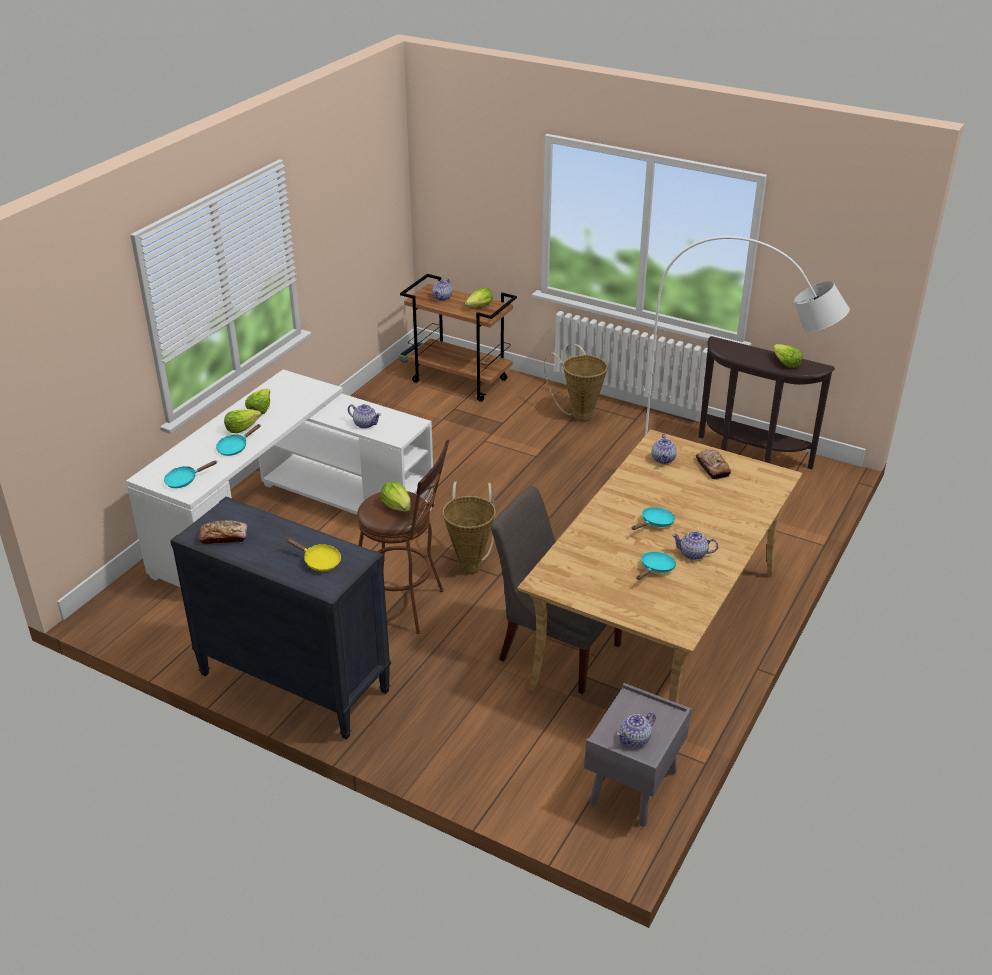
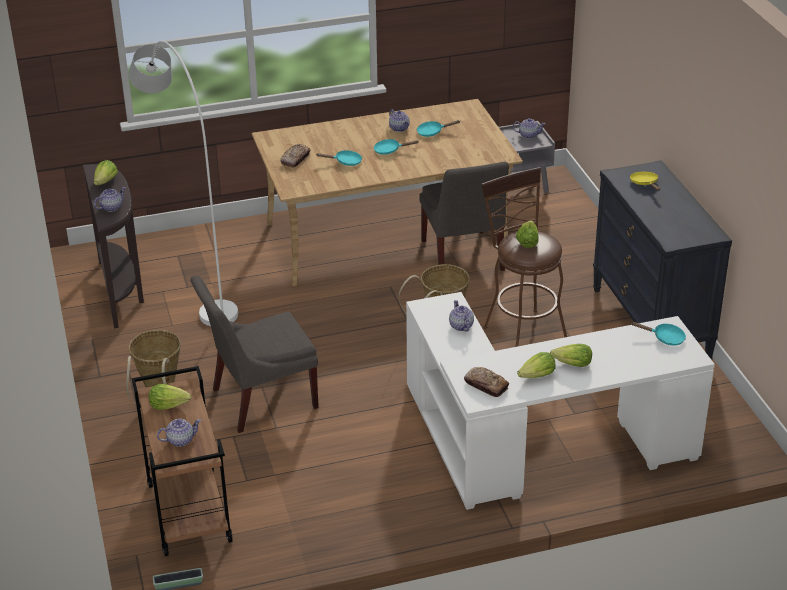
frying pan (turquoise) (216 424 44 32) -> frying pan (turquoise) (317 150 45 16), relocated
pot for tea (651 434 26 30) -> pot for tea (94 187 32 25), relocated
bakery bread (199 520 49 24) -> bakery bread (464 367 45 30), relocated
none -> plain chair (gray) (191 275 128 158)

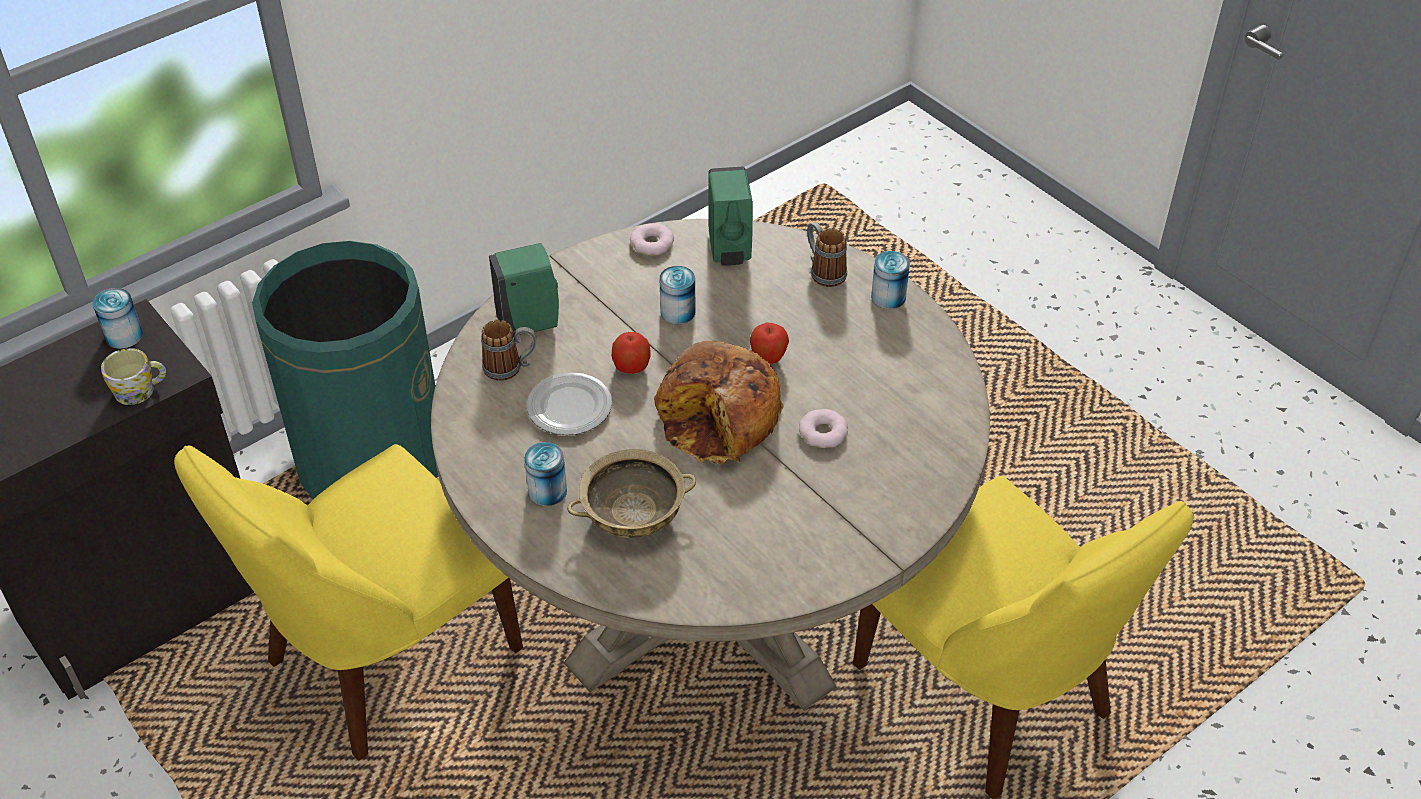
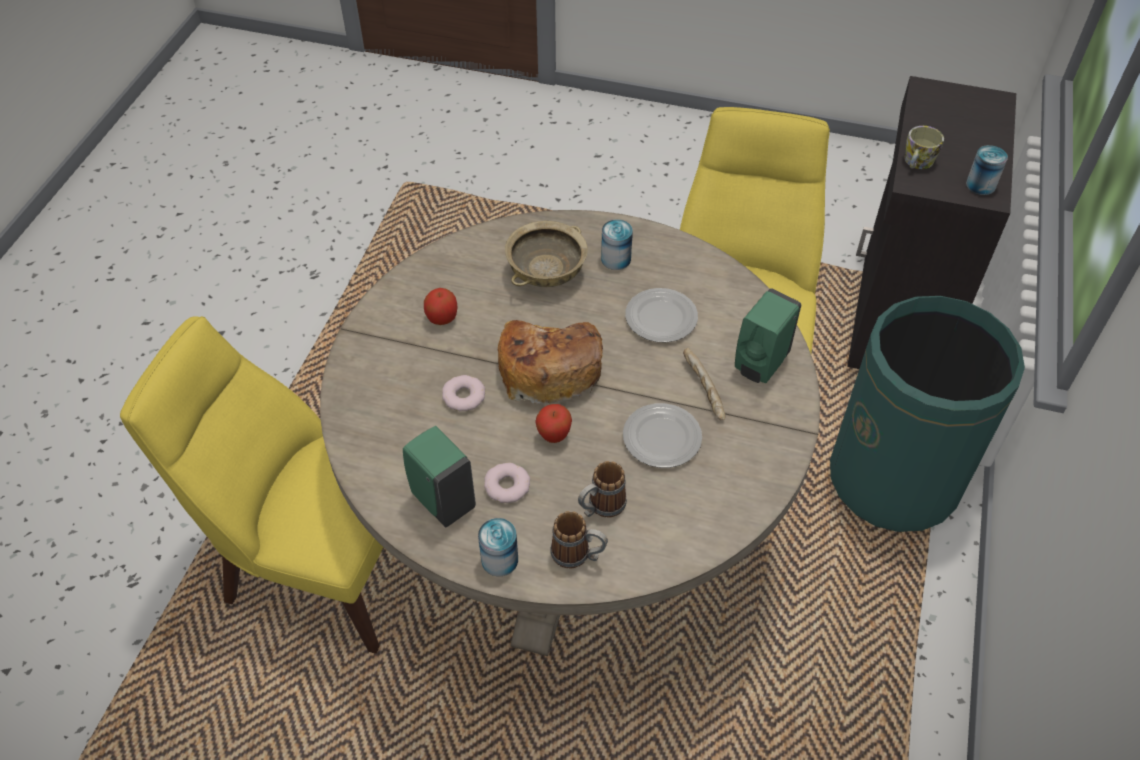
liquid soap bottle (greenish) (708 167 45 99) -> liquid soap bottle (greenish) (403 426 73 101), relocated
donut (630 223 44 33) -> donut (484 462 46 41), relocated
sealed can (659 266 37 58) -> flat dish (623 403 79 65)
tea mug (481 320 55 61) -> tea mug (578 461 49 57), relocated
apple fruit (612 332 39 42) -> apple fruit (424 288 34 37), relocated
none -> bakery bread (683 348 42 72)

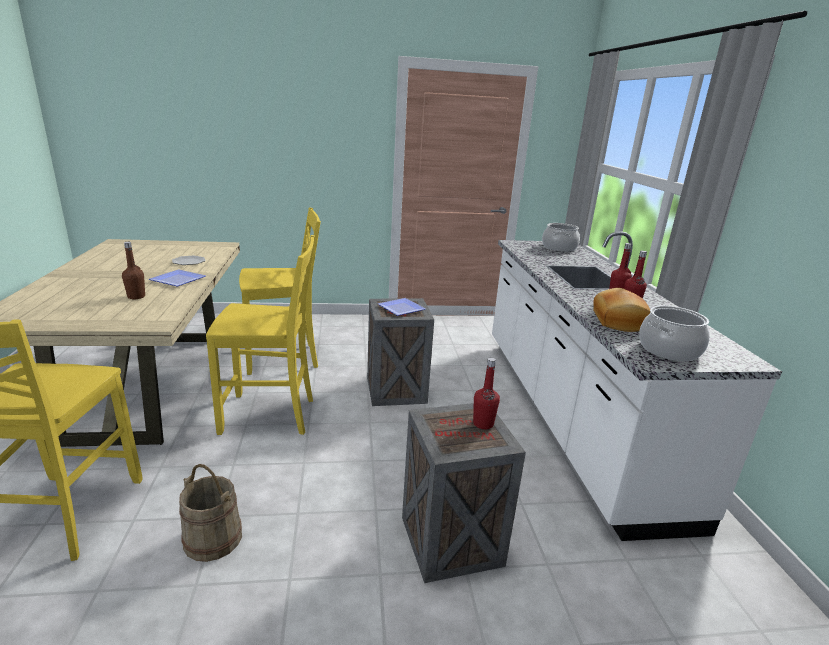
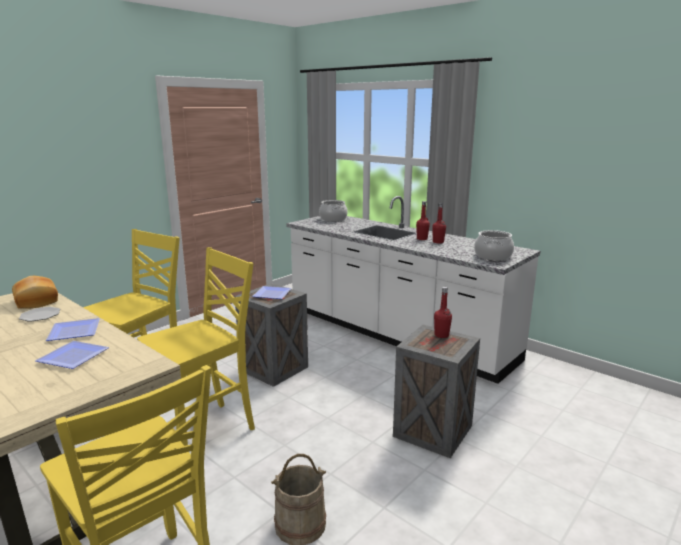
beverage bottle (brownish) (122 242 23 57) -> flat dish (35 341 74 28)
bakery bread (593 288 57 44) -> bakery bread (12 276 46 33), relocated

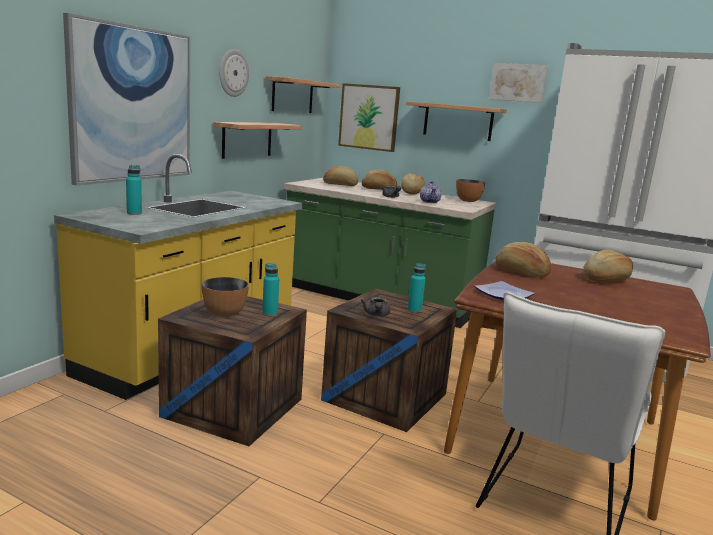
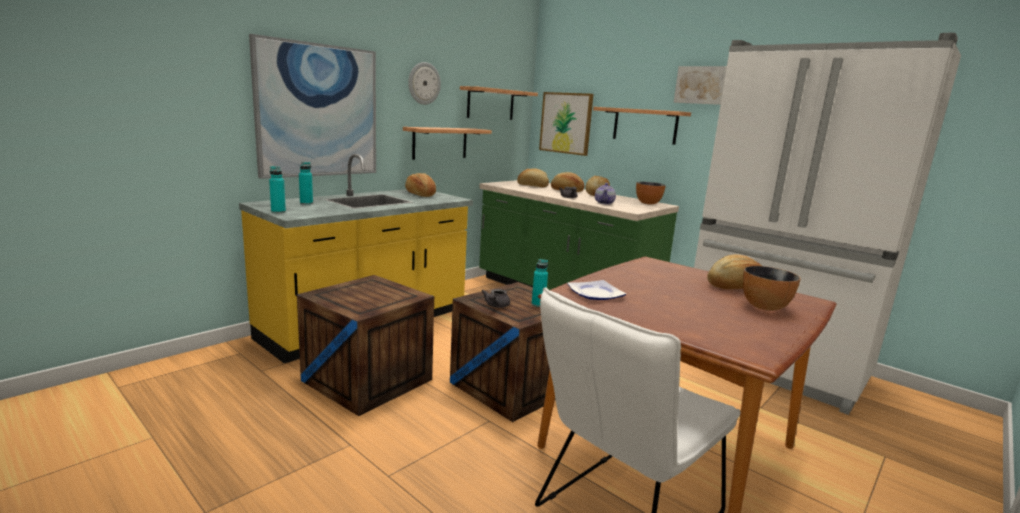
bakery bread (496 242 55 35) -> bakery bread (405 173 31 24), relocated
beverage bottle (turquoise) (262 263 17 53) -> beverage bottle (turquoise) (269 166 17 47), relocated
serving bowl (202 277 47 40) -> serving bowl (743 266 58 45), relocated

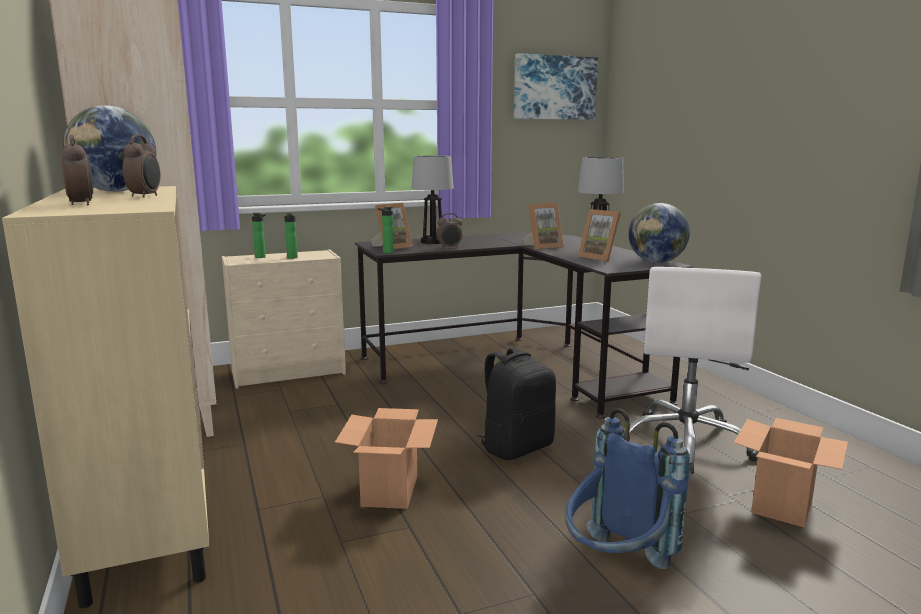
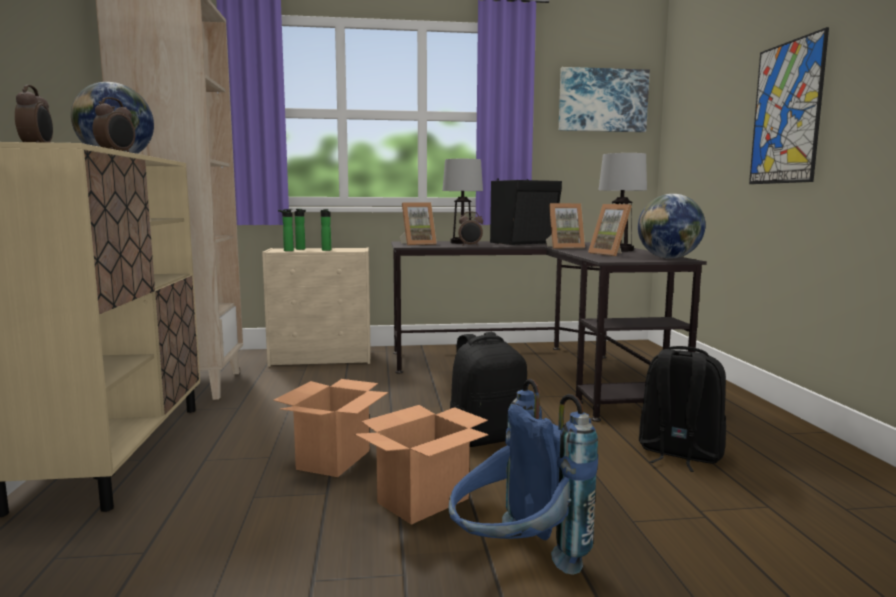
beverage bottle (377 207 17 46) -> beverage bottle (278 209 16 42), relocated
desk chair (white-coloured) (629 267 132 207) -> knapsack (black) (639 346 87 126)
cardboard box (734 418 114 110) -> cardboard box (354 405 134 120), relocated
none -> wall picture (749 27 80 157)
none -> loudspeaker (black) (490 178 72 67)

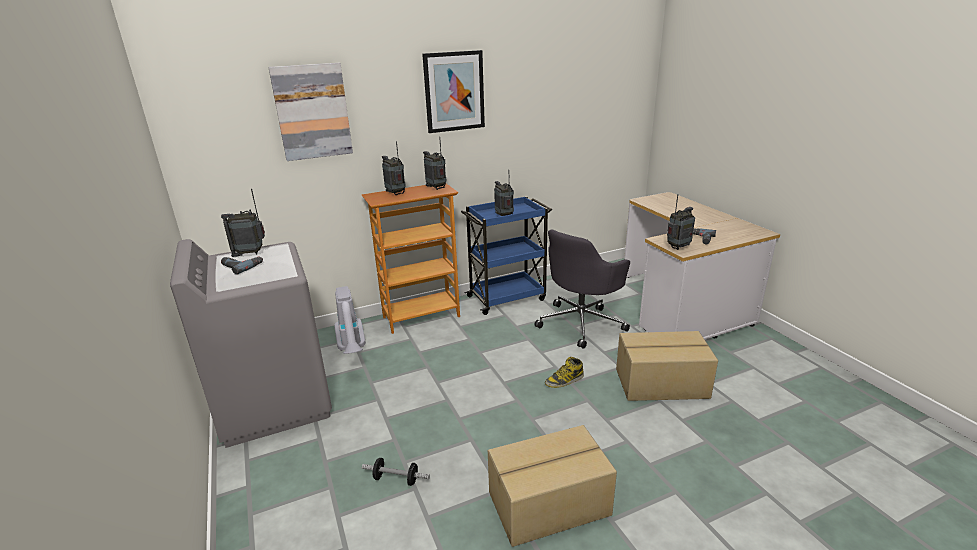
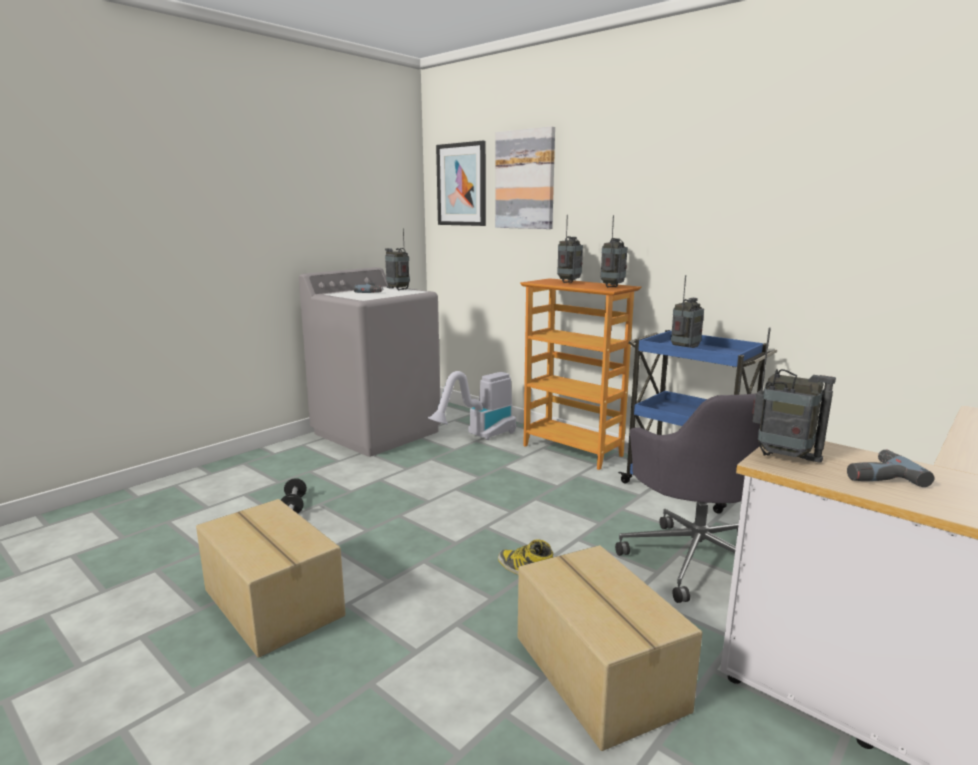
wall picture (422 50 63 83) -> wall picture (436 141 50 85), relocated
desk chair (gray) (534 229 96 120) -> desk chair (gray) (615 394 145 209), 120 degrees counterclockwise

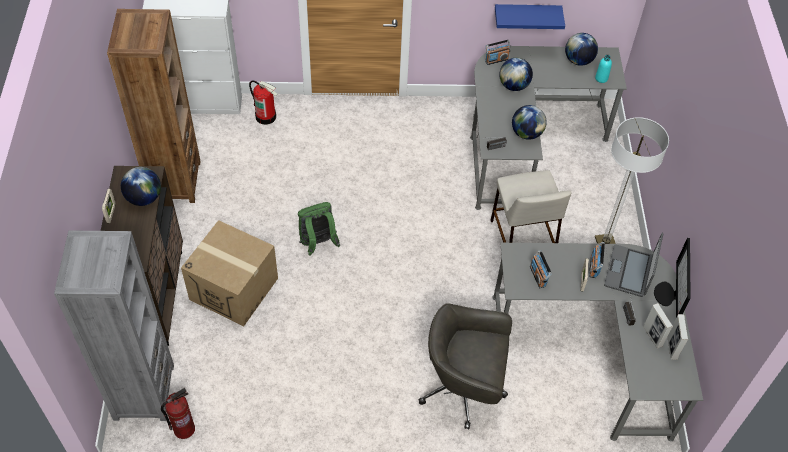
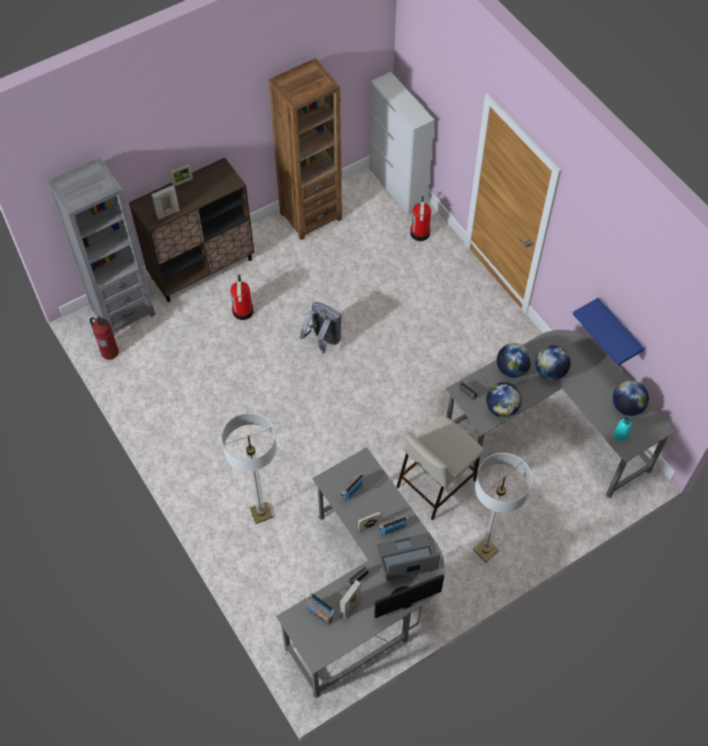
radio (485 40 25 25) -> radio (307 593 28 32), relocated
world globe (121 167 40 39) -> world globe (497 343 35 35), relocated
knapsack (greenish) (298 202 42 54) -> knapsack (gray) (300 302 42 51)
cardboard box (181 220 97 106) -> fire extinguisher (230 275 23 45)
desk chair (gray) (419 303 93 126) -> standard lamp (222 413 55 111)
picture frame (667 314 21 46) -> picture frame (151 185 29 35), relocated

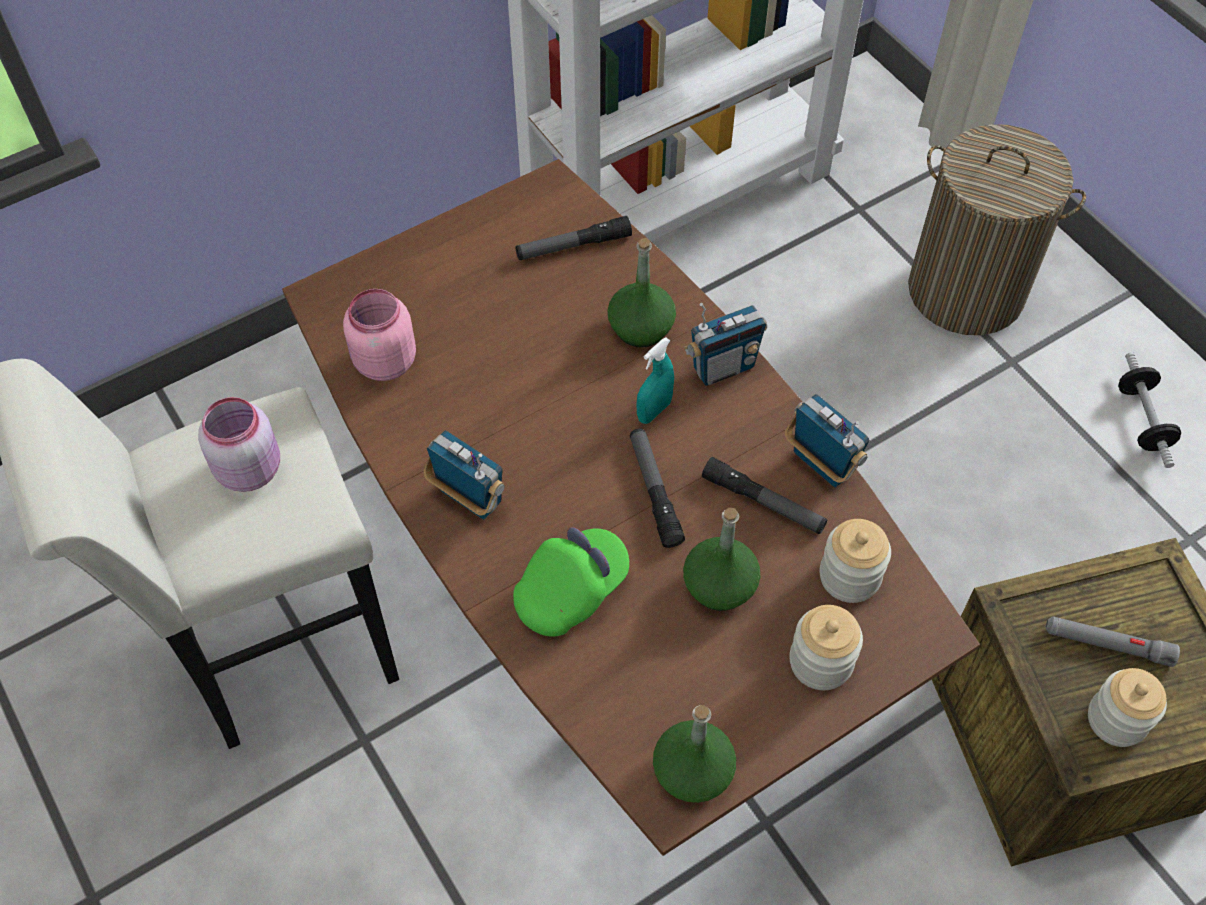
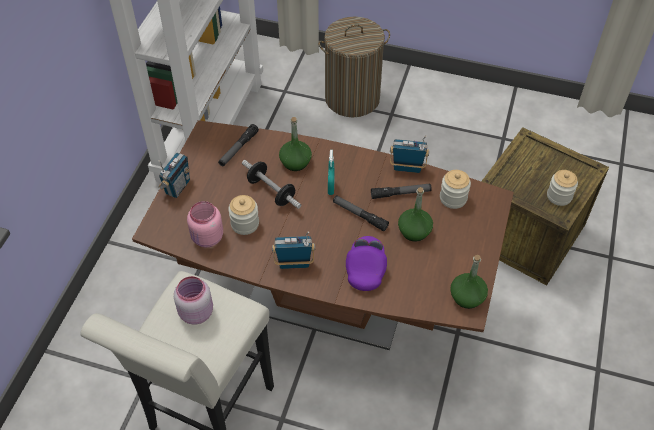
radio (684 303 83 83) -> radio (158 153 32 45), relocated
free weight (1118 352 63 116) -> free weight (242 160 59 49), relocated
cap (greenish) (513 527 116 109) -> cap (purplish) (346 236 41 55)
jar (789 605 74 85) -> jar (228 195 31 40), relocated
hand torch (gray) (1046 616 134 51) -> none

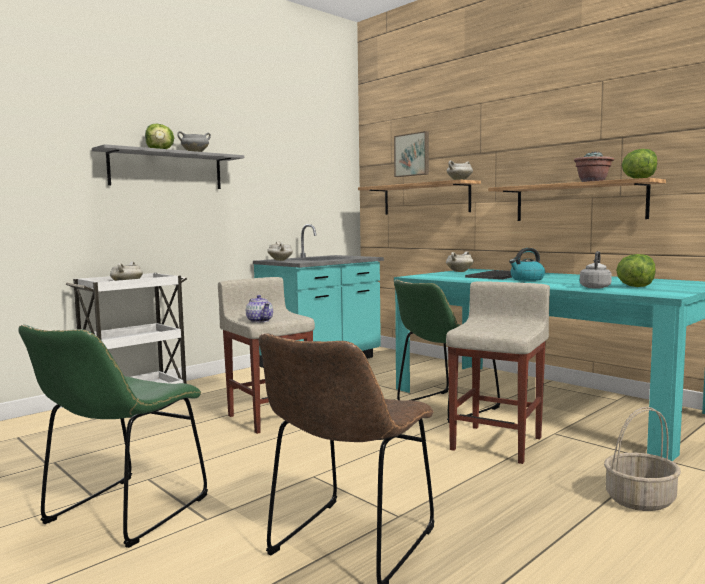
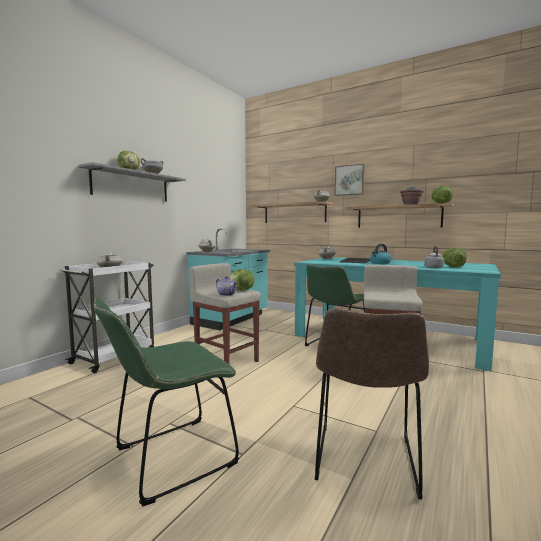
wall picture (394 131 35 46) -> wall picture (335 164 30 32), relocated
plain chair (greenish) (18 324 190 224) -> plain chair (greenish) (94 298 145 209), 45 degrees clockwise
household basket (604 407 77 104) -> none
none -> head of lettuce (229 269 26 22)

